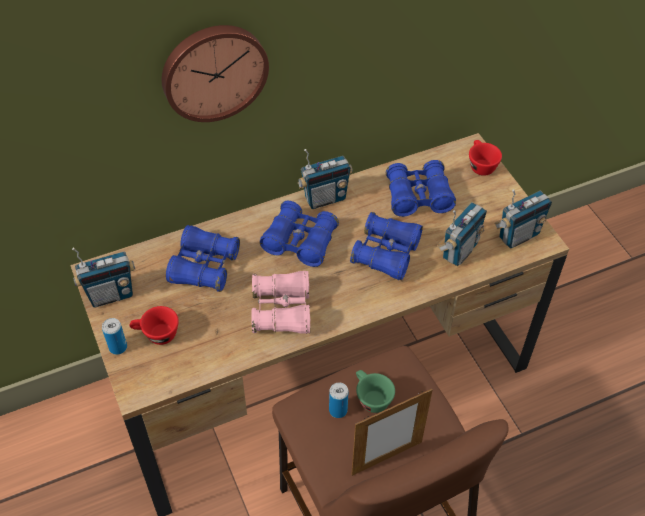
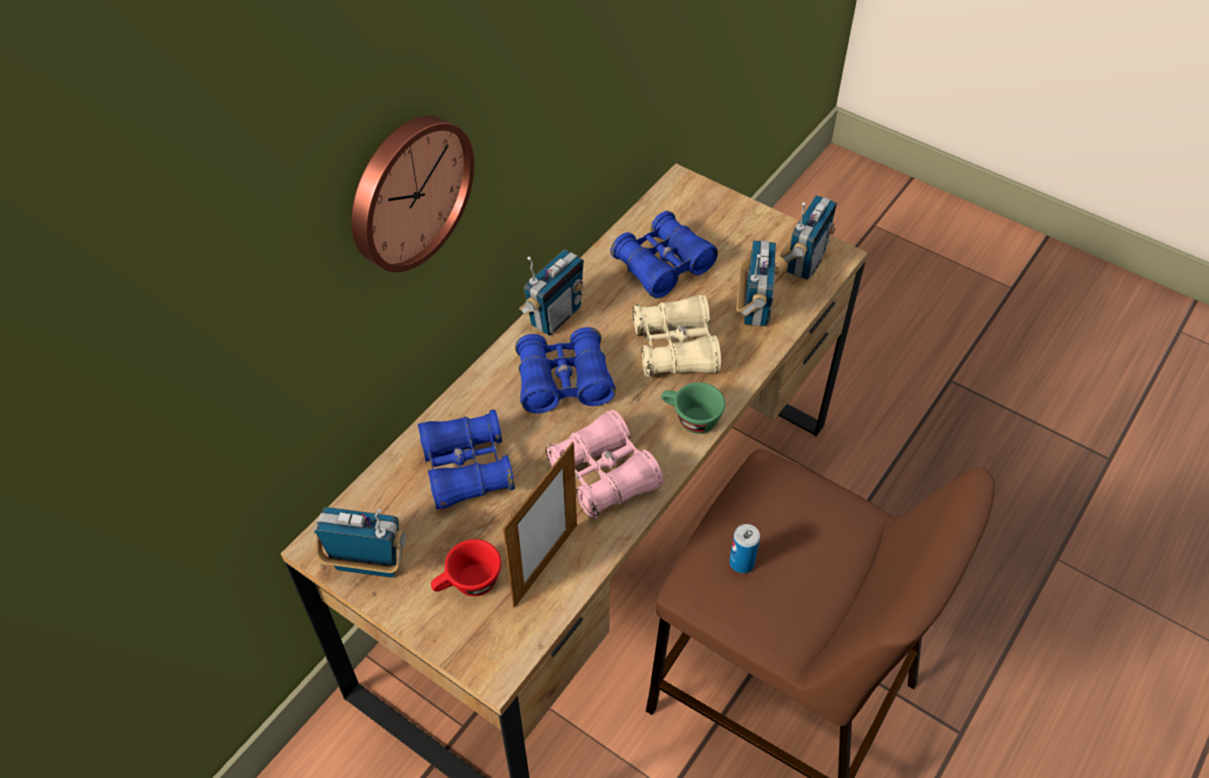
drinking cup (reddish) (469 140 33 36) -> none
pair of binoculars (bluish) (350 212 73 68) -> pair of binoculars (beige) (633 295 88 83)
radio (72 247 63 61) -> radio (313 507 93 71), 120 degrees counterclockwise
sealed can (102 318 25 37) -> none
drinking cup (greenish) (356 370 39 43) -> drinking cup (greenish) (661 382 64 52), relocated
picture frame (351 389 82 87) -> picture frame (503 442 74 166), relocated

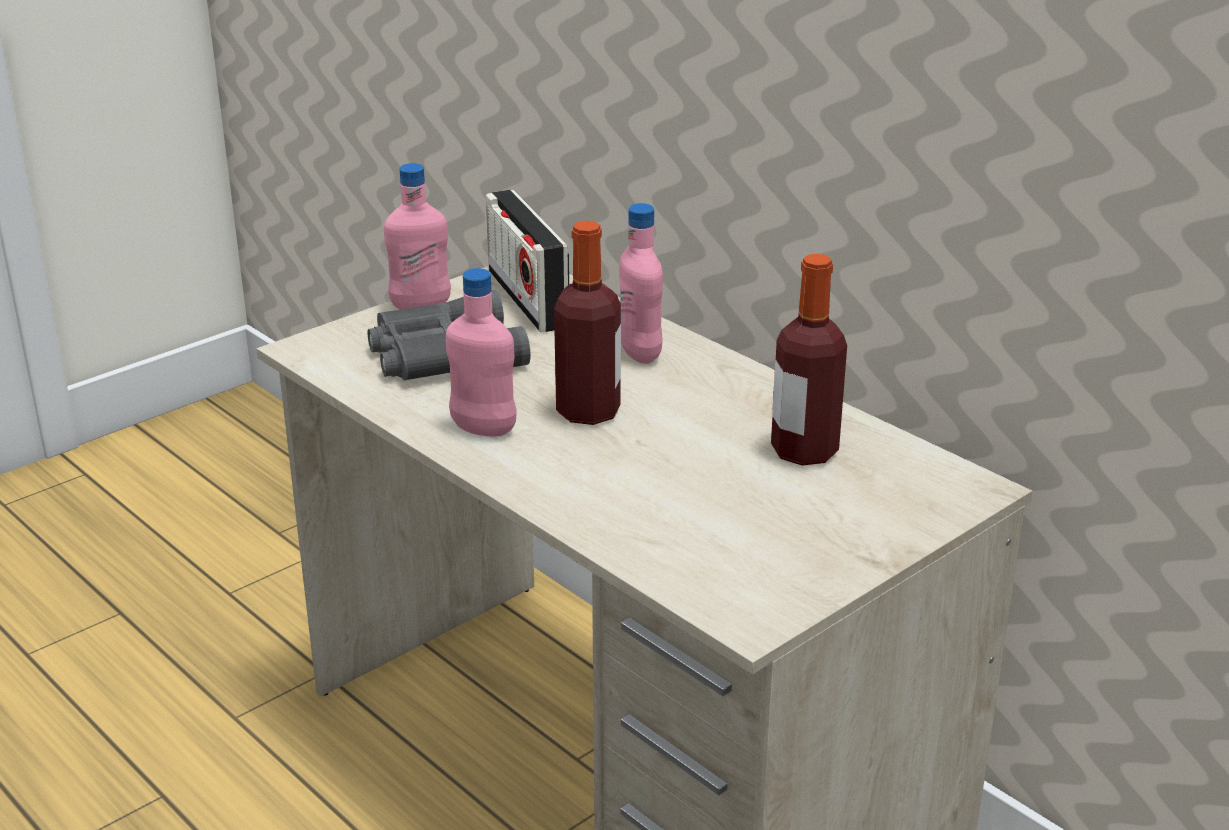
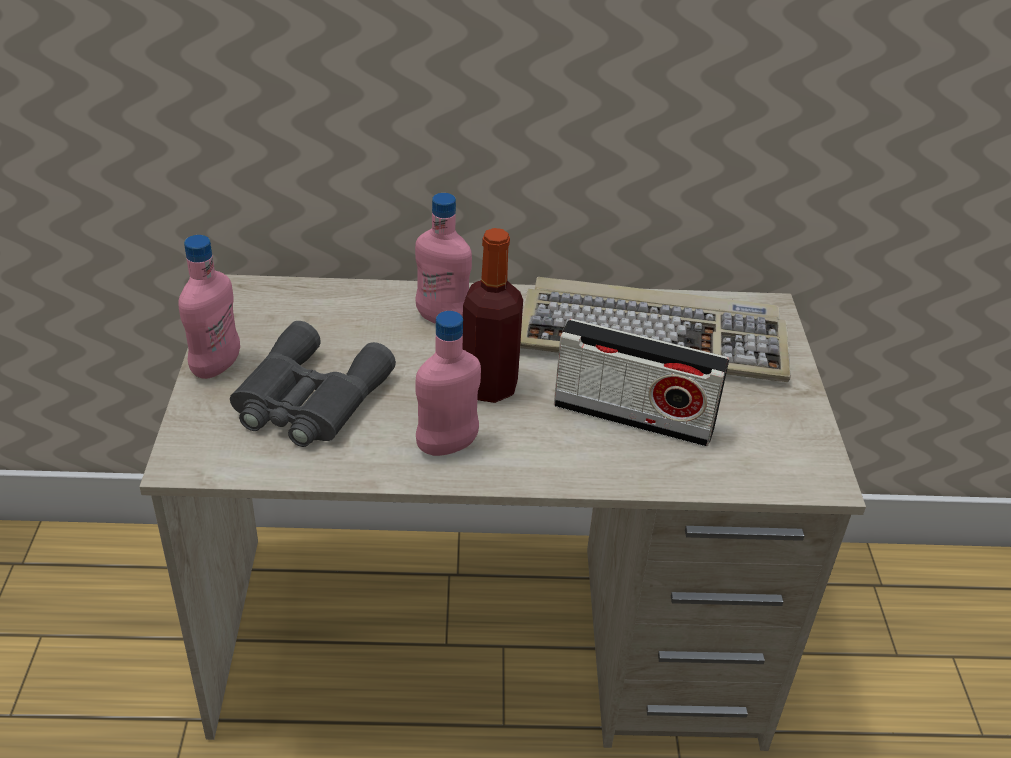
radio (486 190 83 142) -> radio (554 319 175 128), relocated
beverage bottle (771 254 76 212) -> computer keyboard (520 277 271 105)

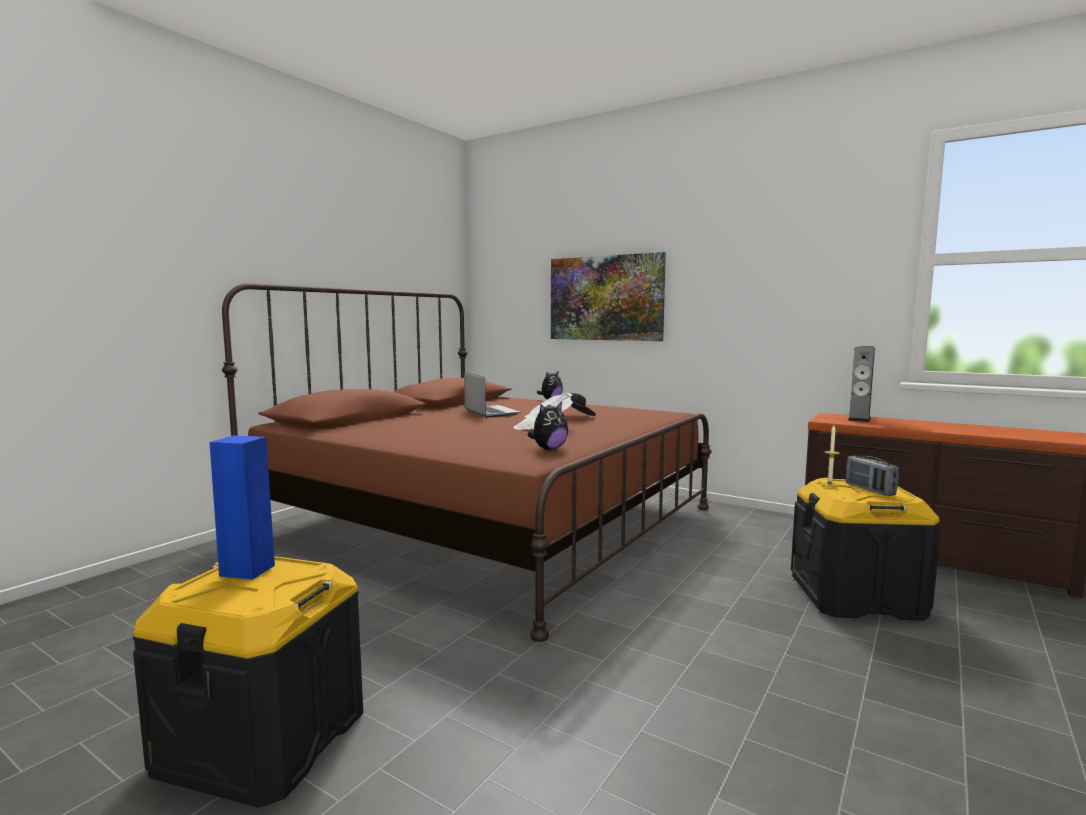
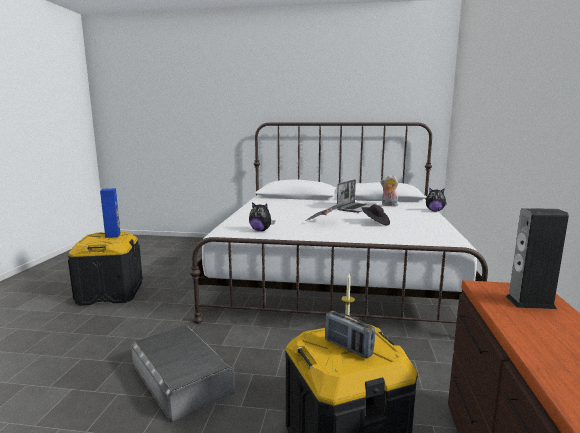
wall picture (551 252 115 89) -> none
bed (brownish) (222 283 490 359) -> bed (white-coloured) (190 123 298 200)
radio (846 456 53 40) -> radio (325 311 50 47), 90 degrees counterclockwise
none -> cuddly toy (380 175 18 32)
none -> storage bin (gray) (131 325 104 97)

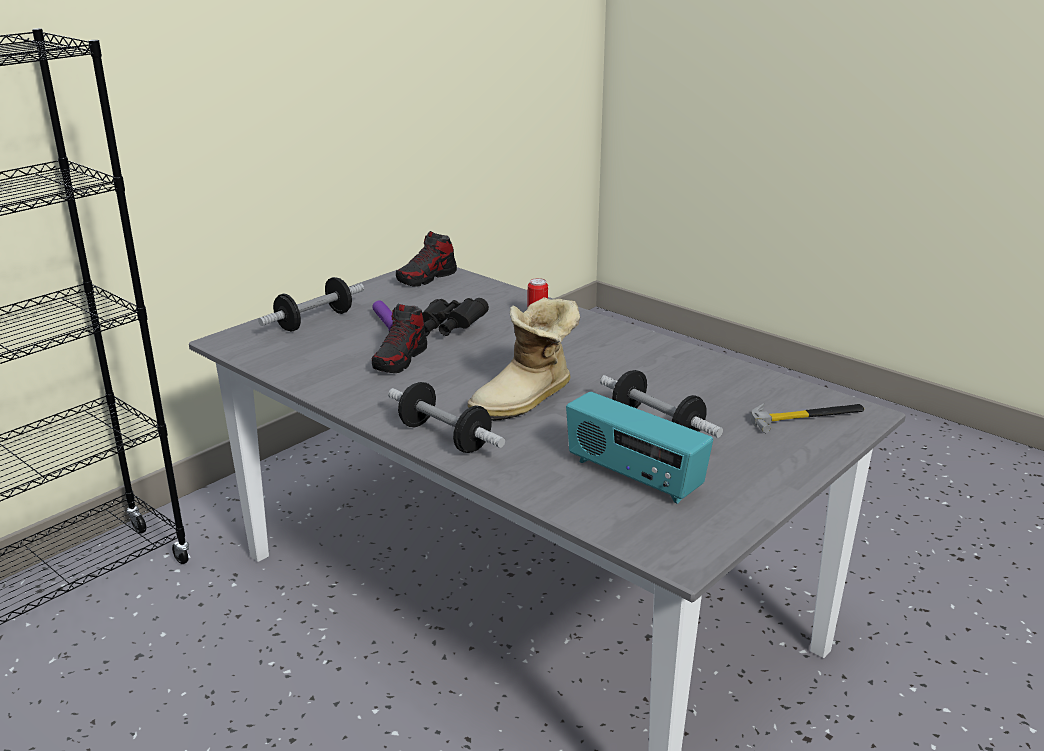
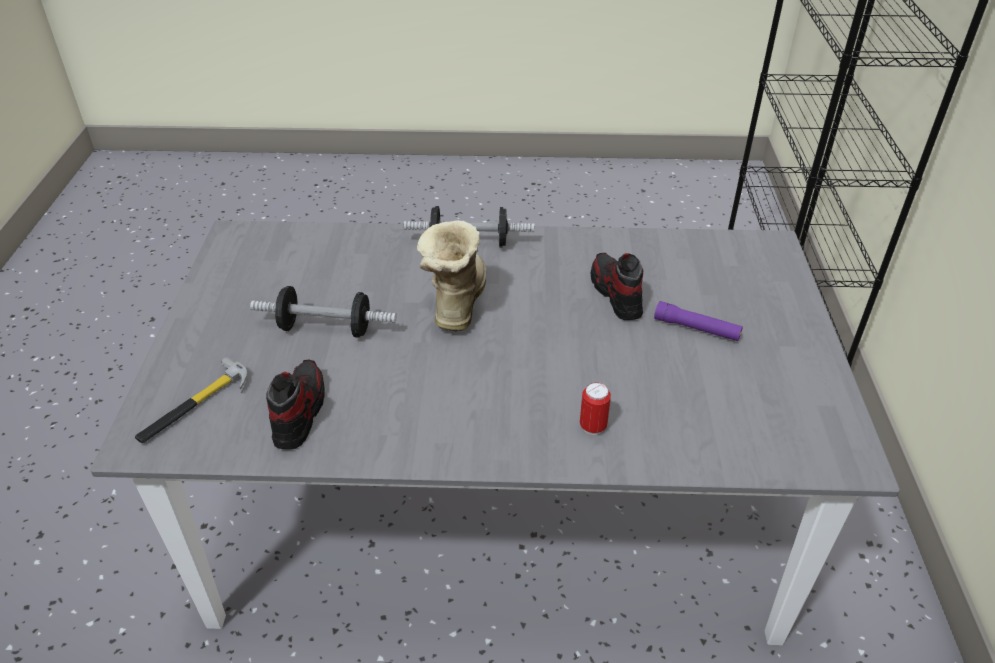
shoe (396 231 61 56) -> shoe (266 360 59 90), relocated
free weight (258 277 106 55) -> none
pair of binoculars (black) (422 298 67 38) -> none
radio (566 392 147 112) -> none

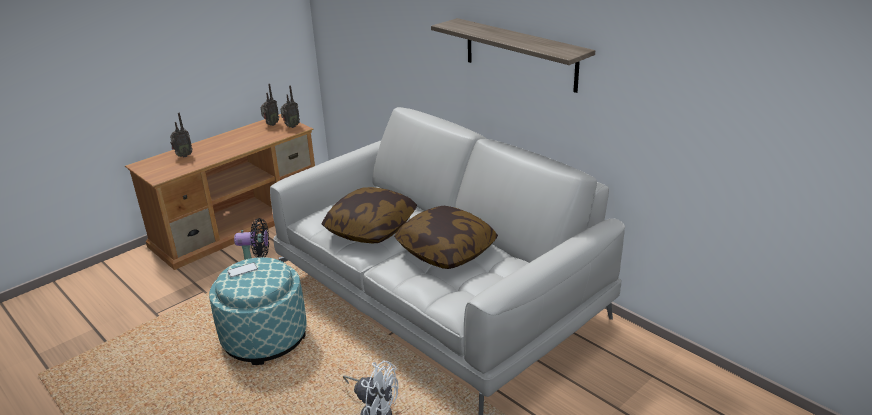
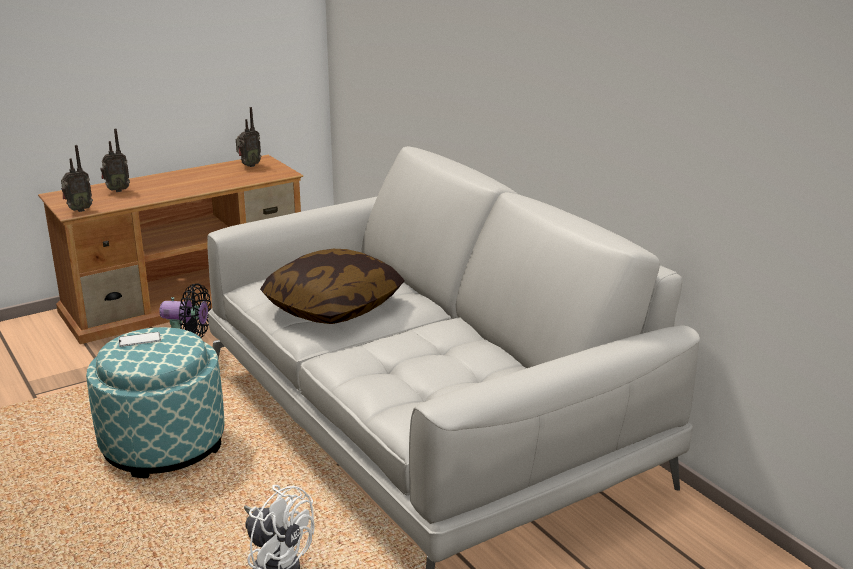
shelf (431 18 164 75) -> none
radio (280 85 20 43) -> radio (61 145 32 67), relocated
cushion (394 206 104 63) -> none

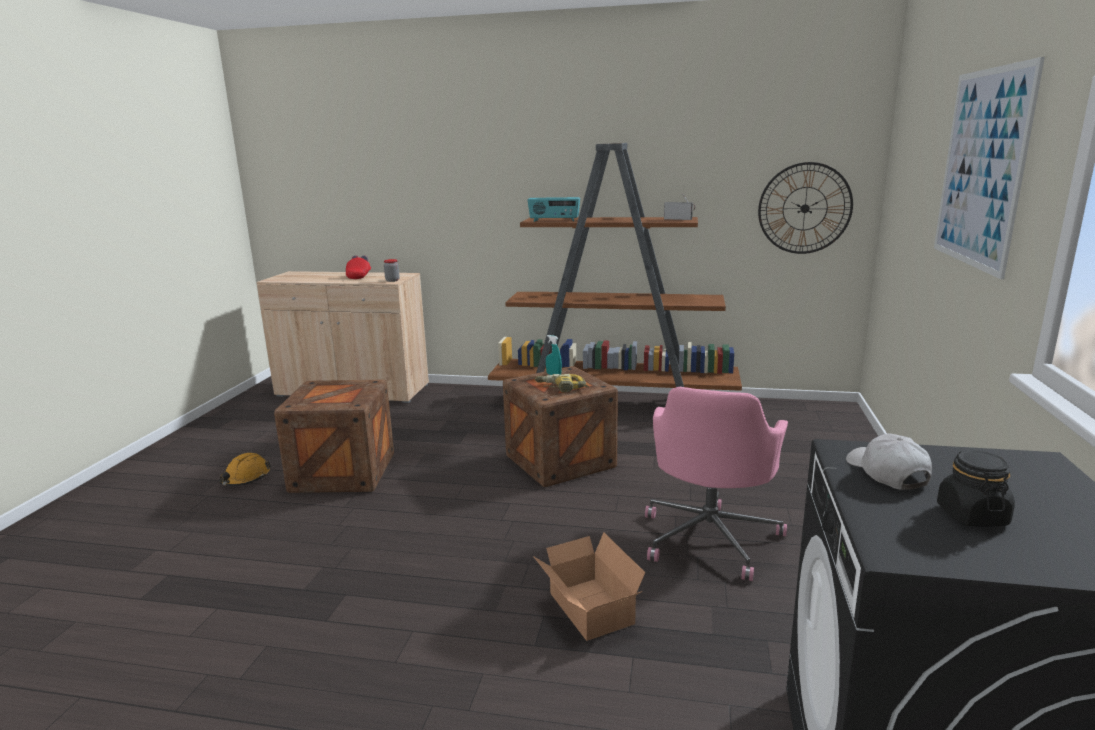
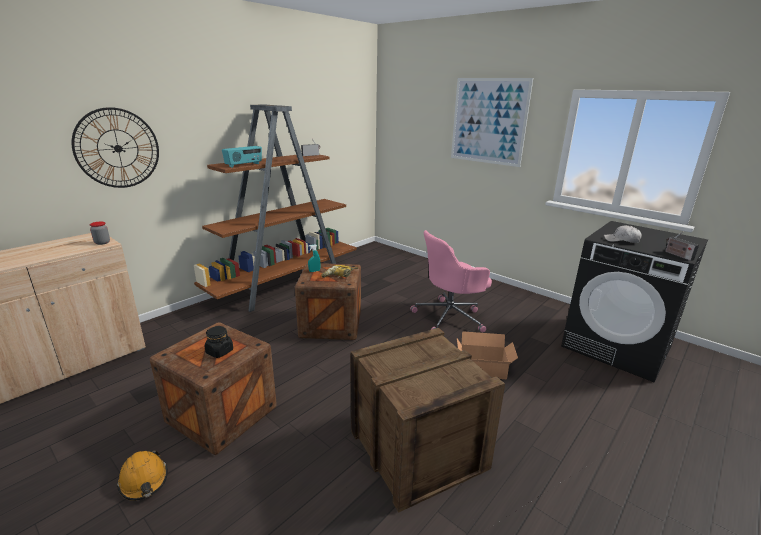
hanging clock (758 162 95 92) -> hanging clock (71 107 88 81), relocated
cap (reddish) (346 255 25 24) -> none
desk chair (pinkish) (645 387 143 194) -> desk chair (pinkish) (410 230 82 103), 105 degrees clockwise
jar (black) (937 450 78 77) -> jar (black) (205 326 28 32), relocated
none -> radio (665 232 34 29)
none -> shipping crate (350 328 155 185)

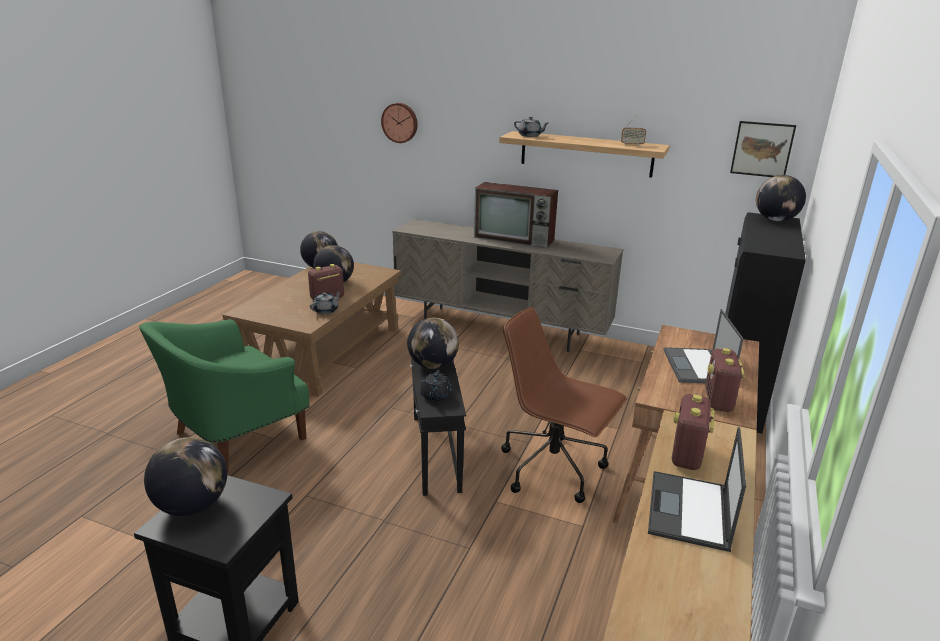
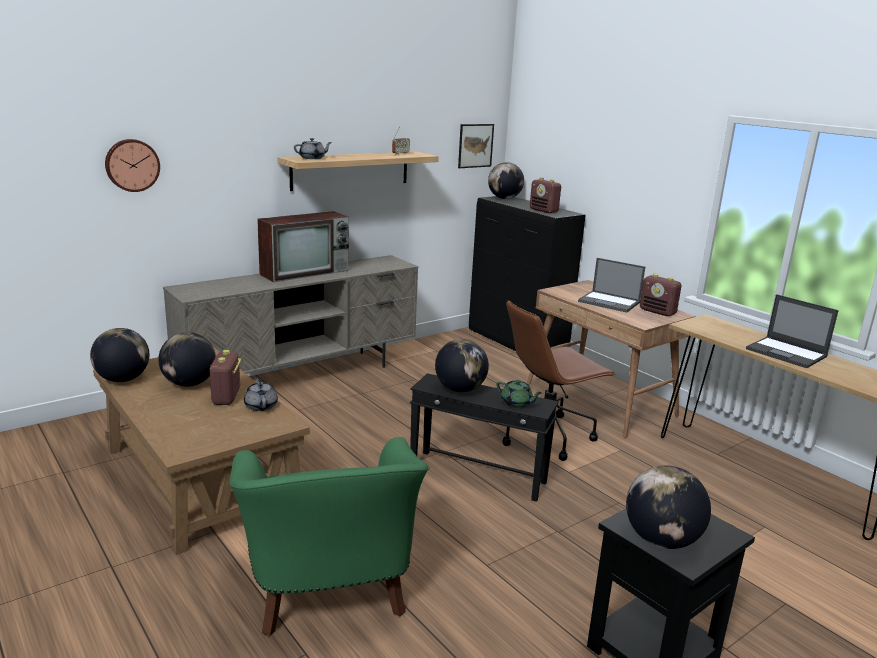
pot for tea (black) (420 370 32 31) -> pot for tea (greenish) (496 380 46 28)
radio (672 394 43 76) -> radio (530 177 32 36), relocated

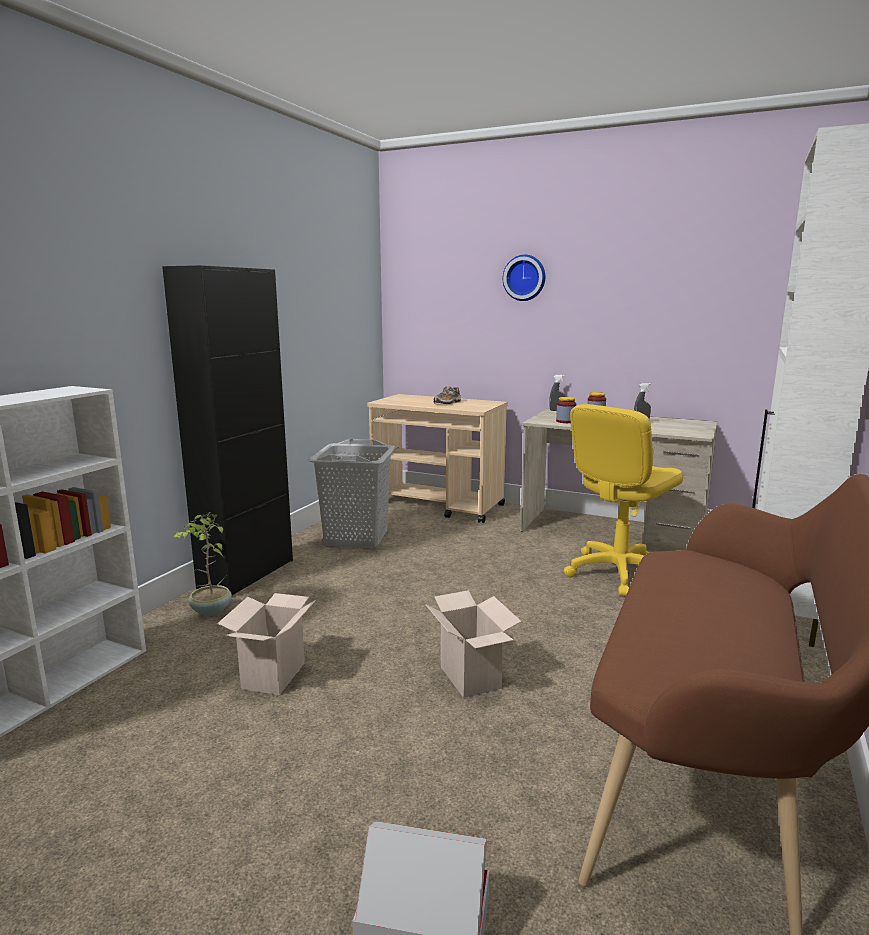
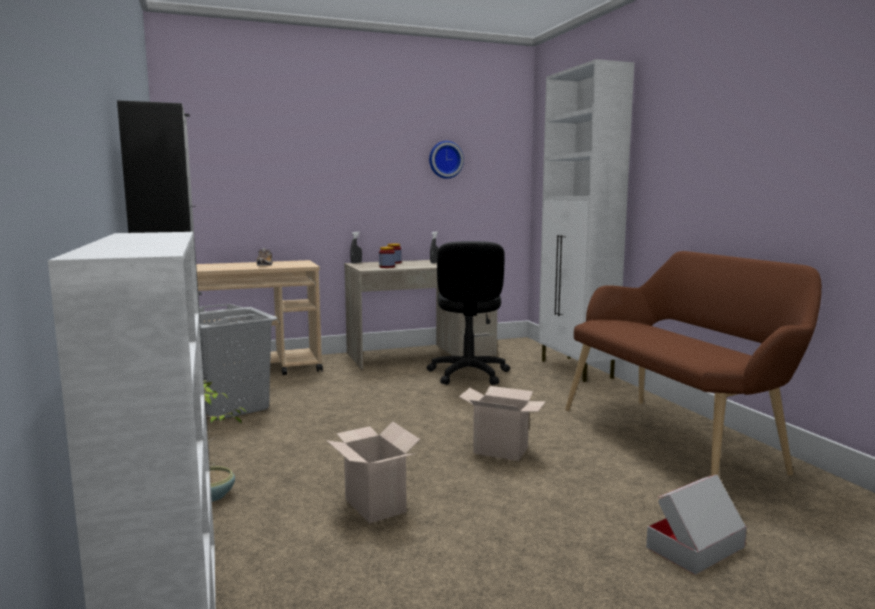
hanging clock (503 255 42 46) -> hanging clock (429 141 35 38), relocated
desk chair (yellowish) (564 404 119 192) -> desk chair (black) (427 241 83 144)

